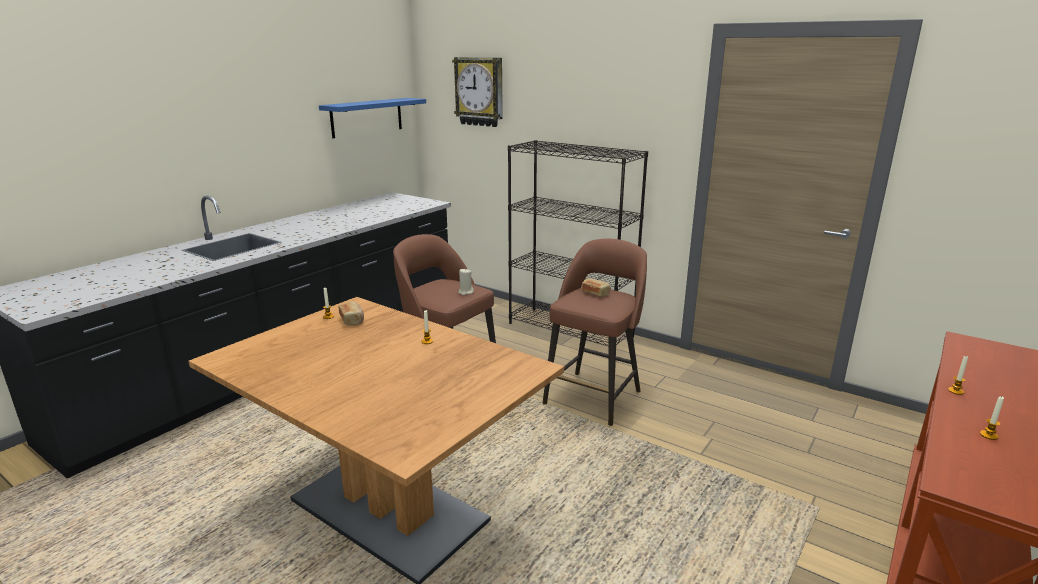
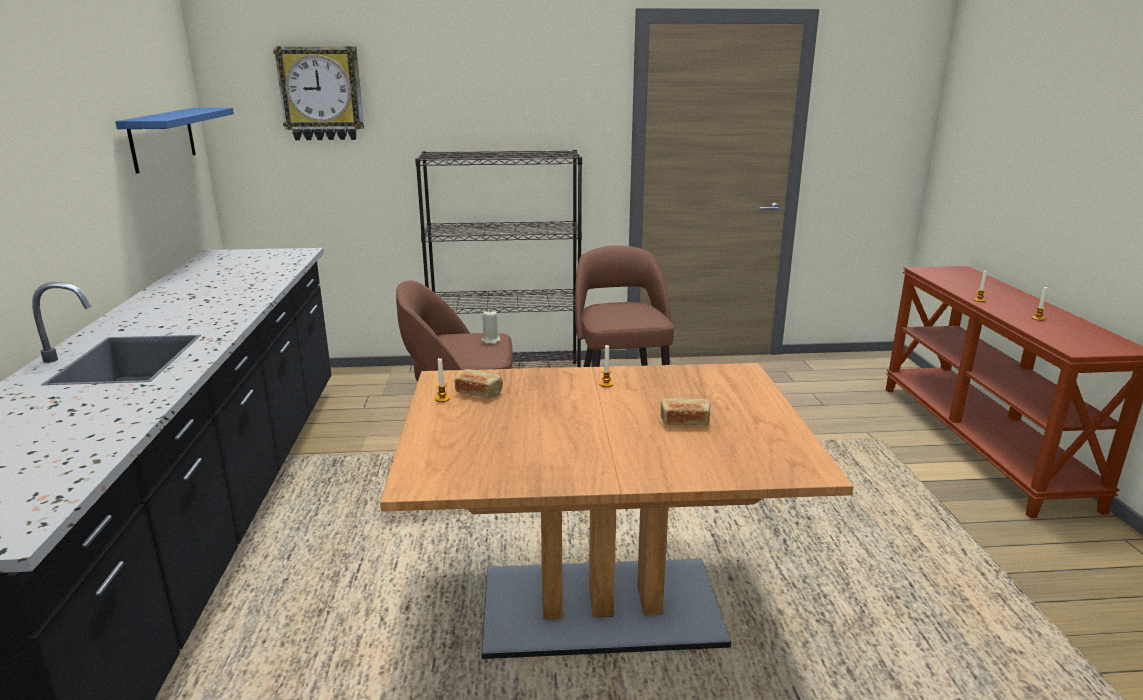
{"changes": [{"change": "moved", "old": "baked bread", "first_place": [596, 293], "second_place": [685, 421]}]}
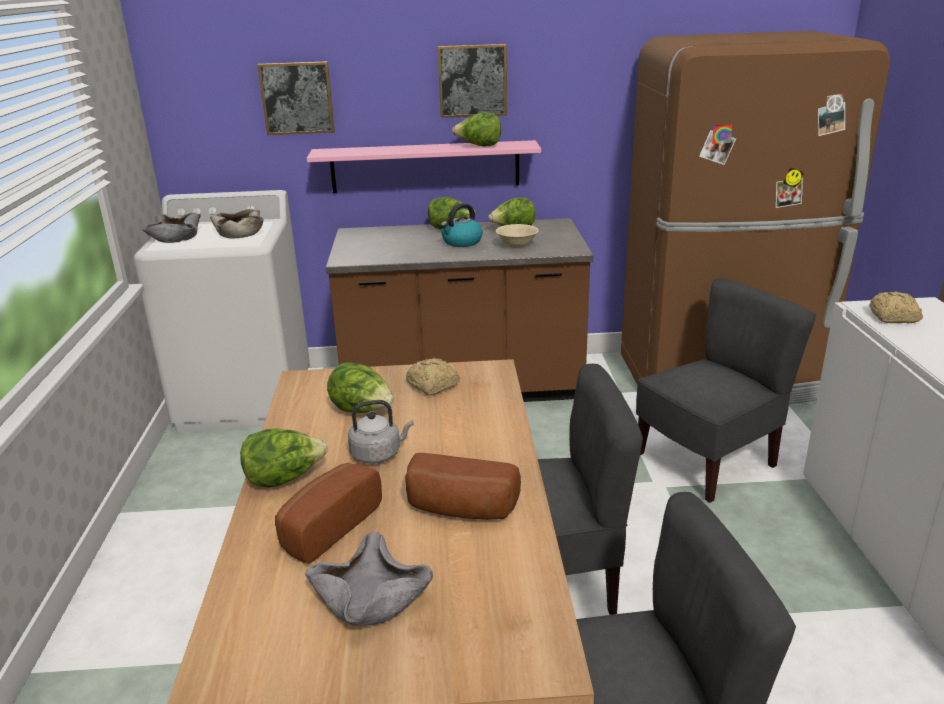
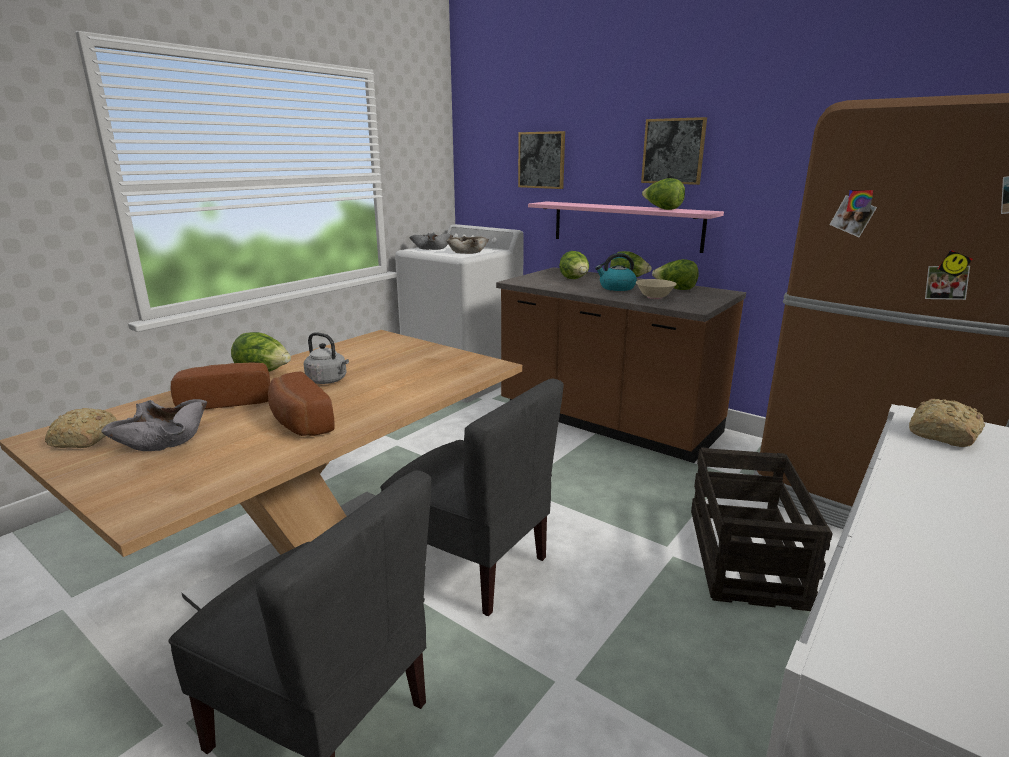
{"changes": [{"change": "moved", "old": "lettuce head", "first_place": [362, 411], "second_place": [574, 280]}, {"change": "moved", "old": "baked bread", "first_place": [433, 386], "second_place": [83, 440]}, {"change": "replaced", "old": "chair (grey)", "new": "packing crate", "first_place": [707, 462], "second_place": [746, 557]}]}
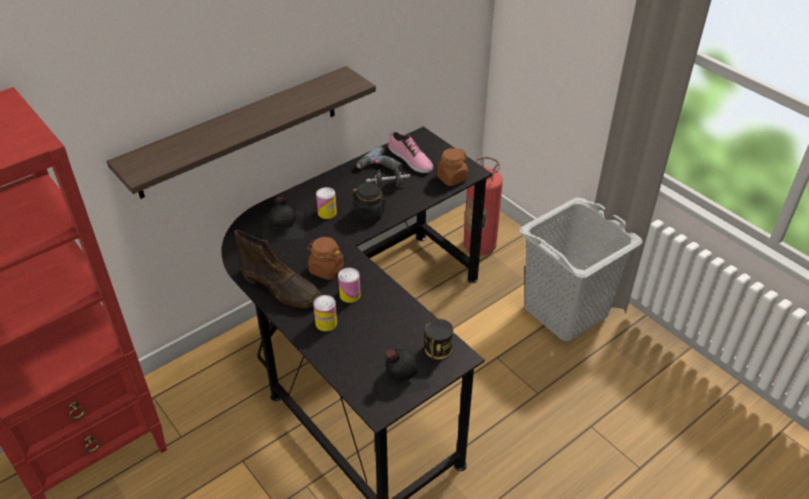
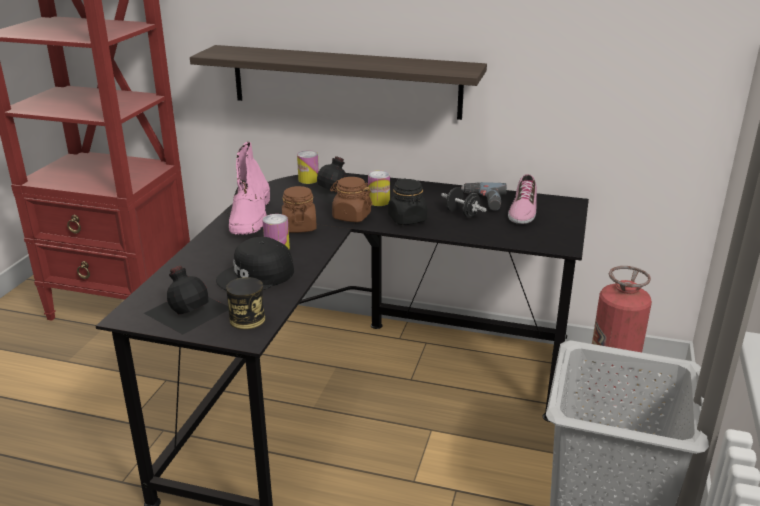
{"changes": [{"change": "added", "new": "cap (black-coloured)", "second_place": [257, 276]}, {"change": "moved", "old": "sealed can", "first_place": [326, 323], "second_place": [308, 180]}, {"change": "moved", "old": "preserve jar (brown)", "first_place": [451, 178], "second_place": [351, 216]}, {"change": "recoloured", "old": "boot (brown)", "new": "boot (pinkish)", "first_place": [281, 288], "second_place": [250, 217]}]}
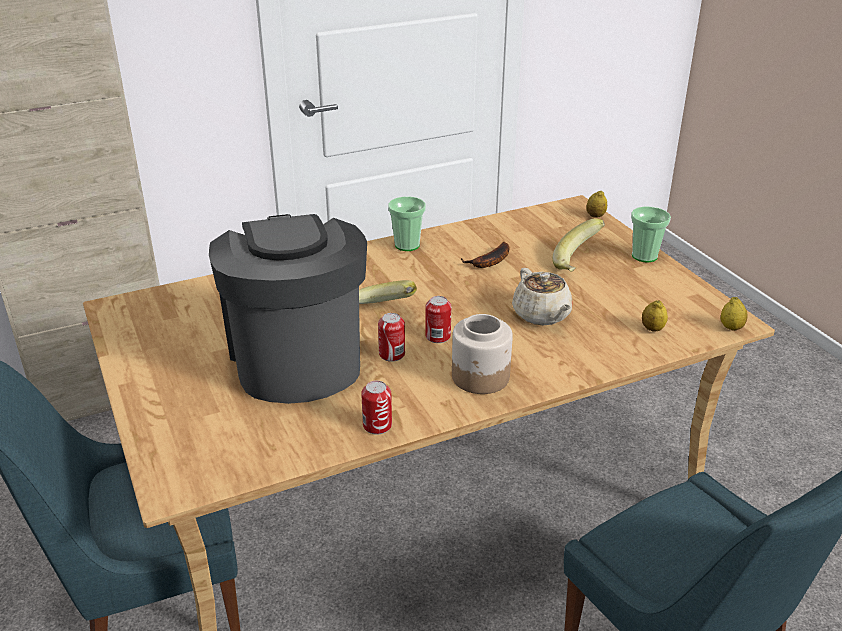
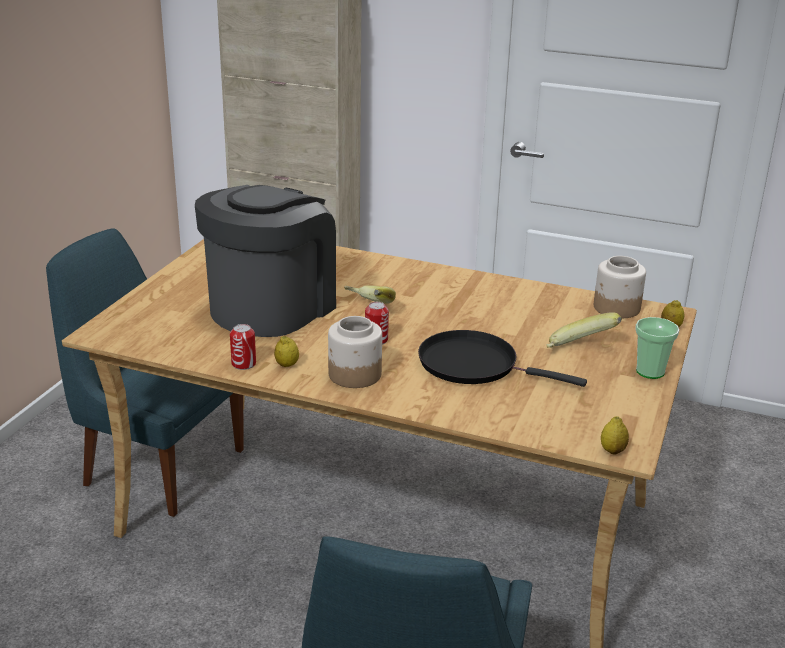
{"changes": [{"change": "removed", "old": "sealed can", "first_place": [392, 354]}, {"change": "removed", "old": "cup", "first_place": [407, 245]}, {"change": "removed", "old": "whole banana", "first_place": [490, 262]}, {"change": "added", "new": "preserve jar", "second_place": [616, 308]}, {"change": "moved", "old": "citrus fruit", "first_place": [652, 329], "second_place": [287, 365]}, {"change": "replaced", "old": "tea pot (sand-coloured)", "new": "frying pan (black-coloured)", "first_place": [542, 315], "second_place": [474, 365]}]}
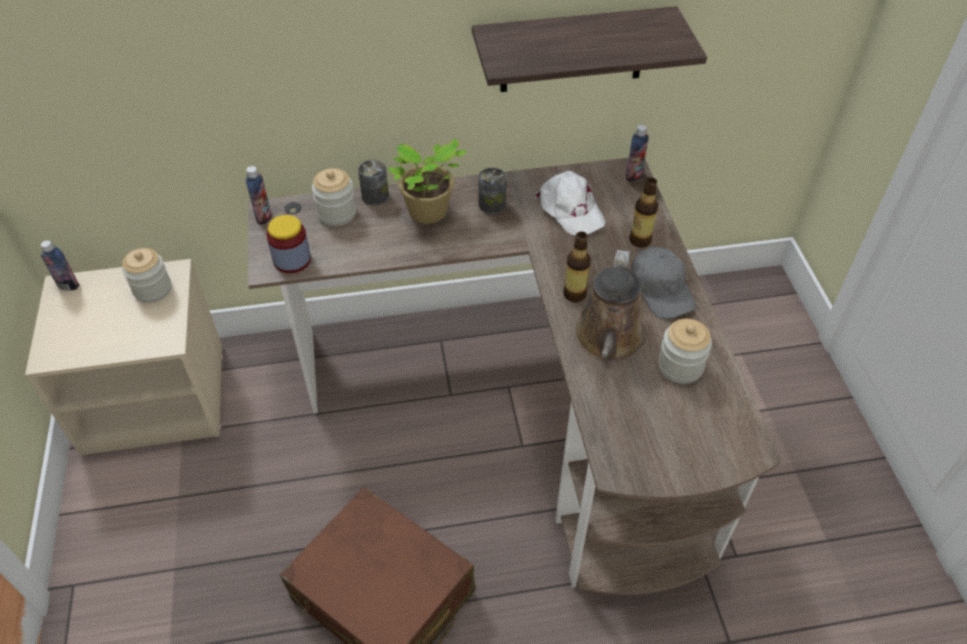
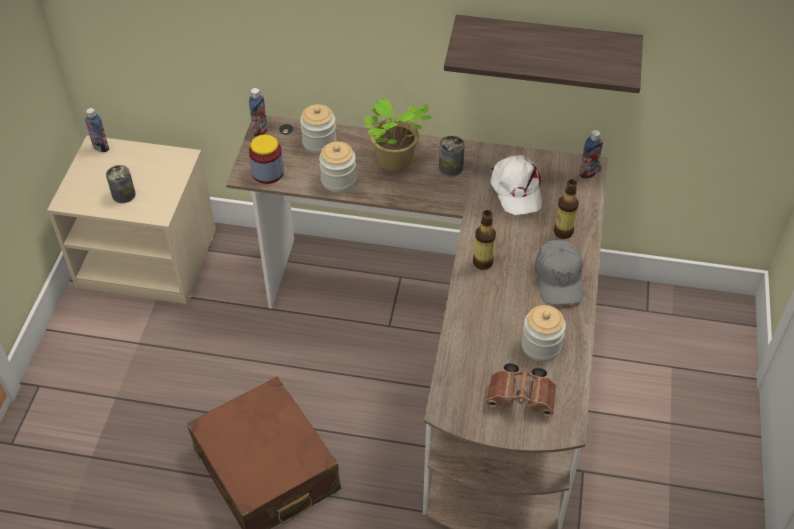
{"changes": [{"change": "removed", "old": "watering can (brown)", "first_place": [608, 340]}, {"change": "added", "new": "binoculars (brown)", "second_place": [523, 398]}, {"change": "moved", "old": "preserve jar", "first_place": [152, 289], "second_place": [338, 180]}, {"change": "moved", "old": "sealed can", "first_place": [375, 196], "second_place": [123, 195]}]}
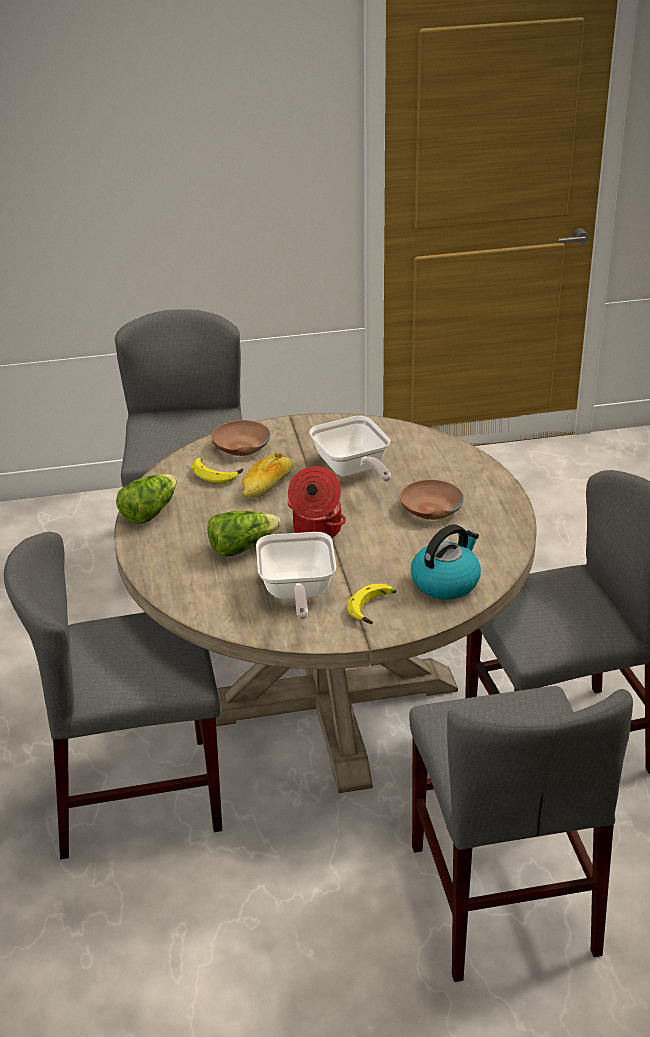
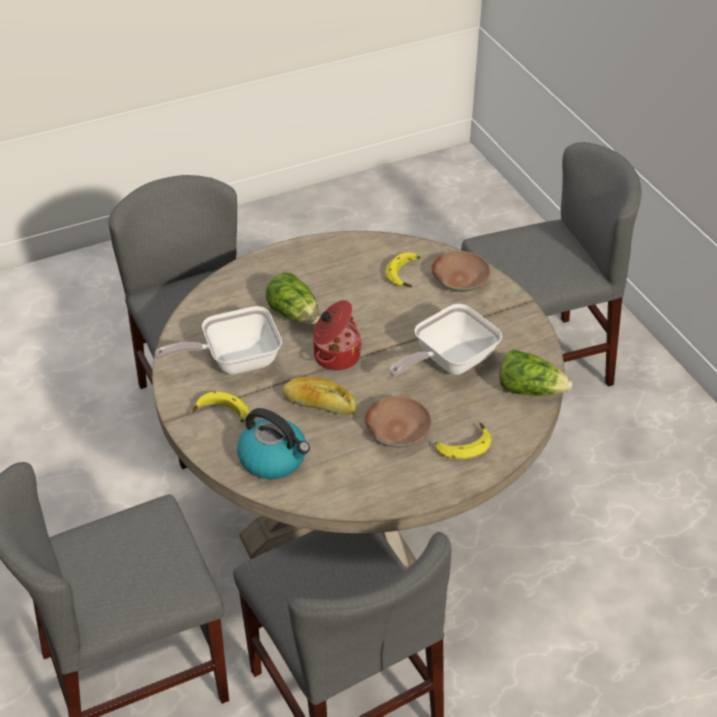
{"changes": [{"change": "added", "new": "whole banana", "second_place": [462, 444]}, {"change": "moved", "old": "lettuce head", "first_place": [149, 512], "second_place": [529, 389]}, {"change": "moved", "old": "baked bread", "first_place": [268, 485], "second_place": [319, 404]}]}
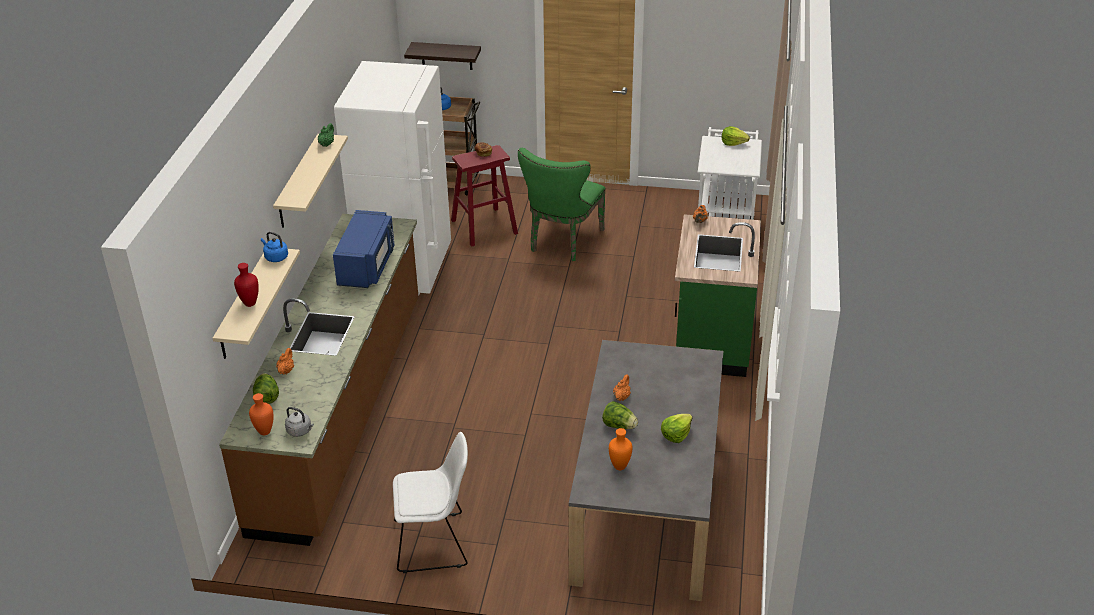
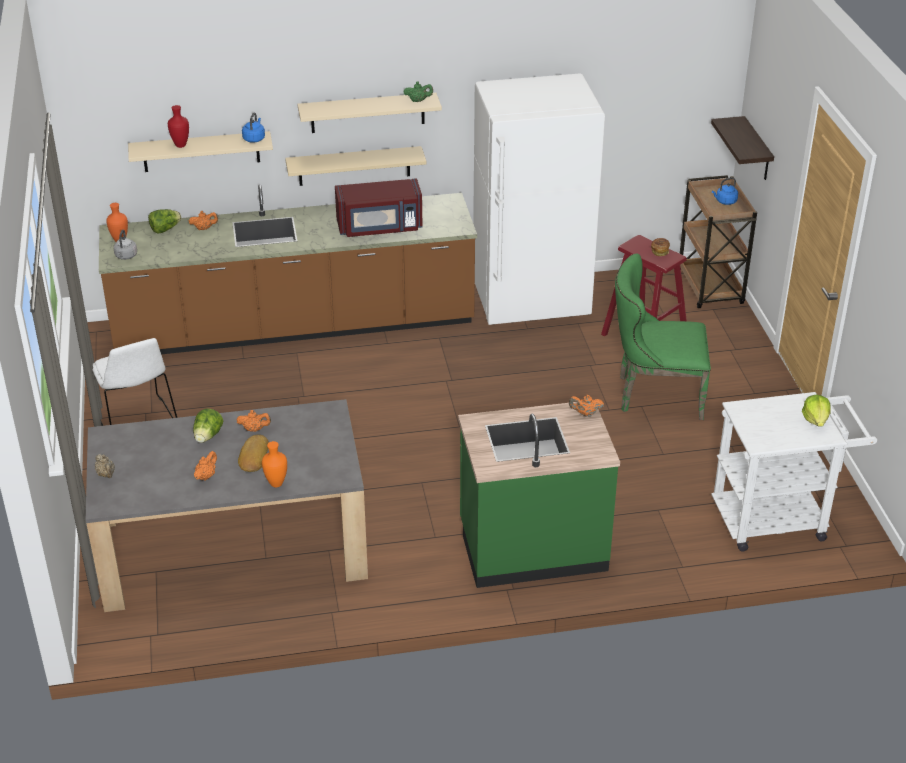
{"changes": [{"change": "added", "new": "tea pot (sand-coloured)", "second_place": [106, 475]}, {"change": "added", "new": "baked bread", "second_place": [253, 457]}, {"change": "added", "new": "bracket shelf (sand-coloured)", "second_place": [354, 166]}, {"change": "moved", "old": "vase (orange)", "first_place": [620, 467], "second_place": [275, 484]}, {"change": "replaced", "old": "lettuce head", "new": "tea pot (orange)", "first_place": [676, 434], "second_place": [206, 476]}, {"change": "recoloured", "old": "microwave oven (bluish)", "new": "microwave oven (red-coloured)", "first_place": [367, 266], "second_place": [380, 227]}]}
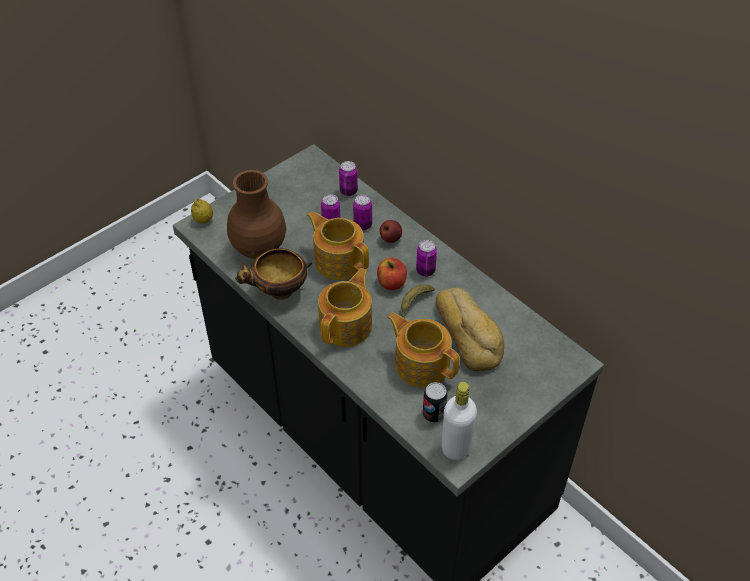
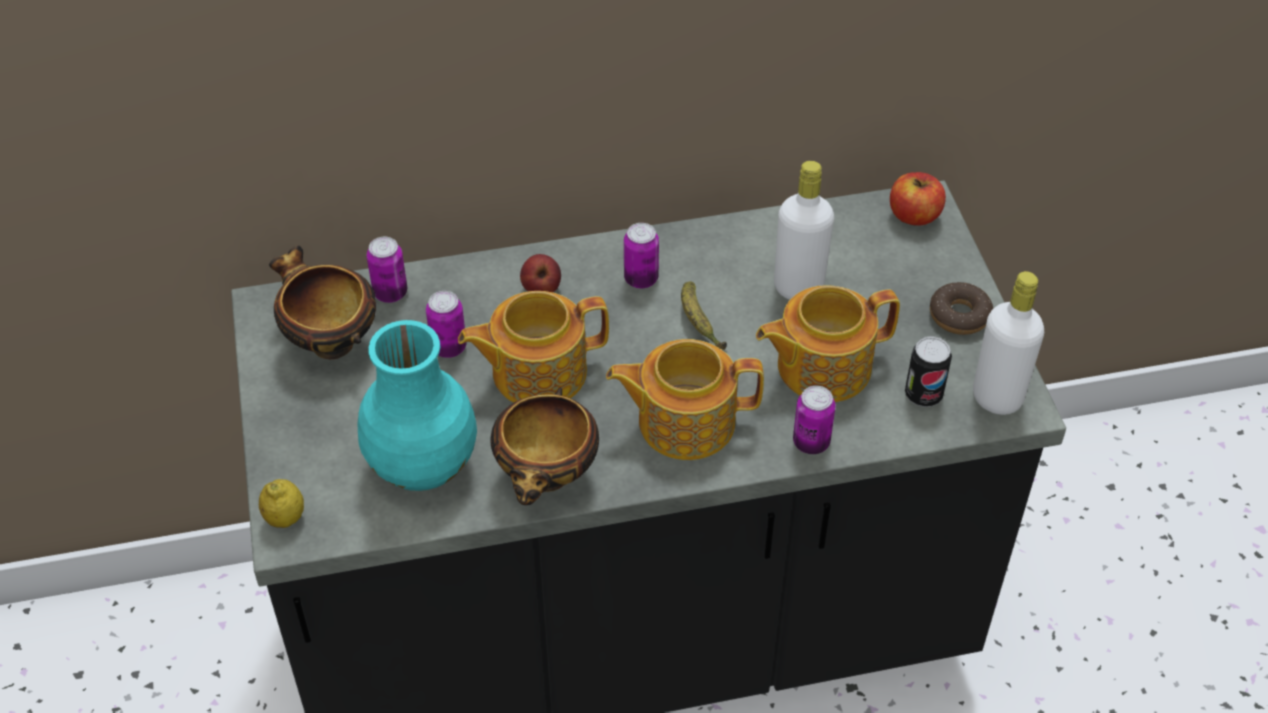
{"changes": [{"change": "added", "new": "deep dish", "second_place": [329, 342]}, {"change": "added", "new": "ring doughnut", "second_place": [959, 315]}, {"change": "moved", "old": "sealed can", "first_place": [362, 225], "second_place": [811, 442]}, {"change": "moved", "old": "whole apple", "first_place": [391, 283], "second_place": [914, 215]}, {"change": "replaced", "old": "baked bread", "new": "beverage bottle (white-coloured)", "first_place": [469, 333], "second_place": [798, 287]}, {"change": "recoloured", "old": "vase (brown)", "new": "vase (blue-green)", "first_place": [258, 248], "second_place": [422, 466]}, {"change": "turned", "old": "tea pot", "first_place": [347, 325], "second_place": [684, 421], "degrees": -60}]}
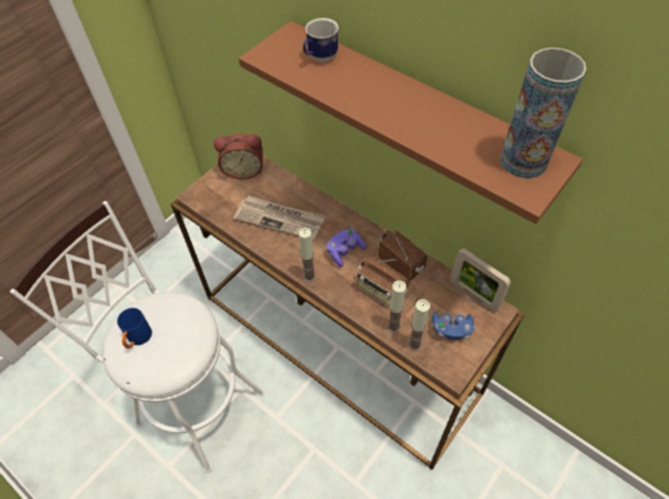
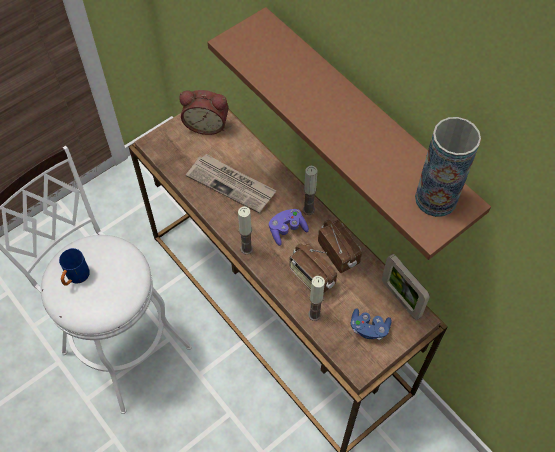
{"changes": [{"change": "removed", "old": "coffee mug", "first_place": [319, 58]}, {"change": "moved", "old": "wax candle", "first_place": [414, 344], "second_place": [308, 209]}]}
